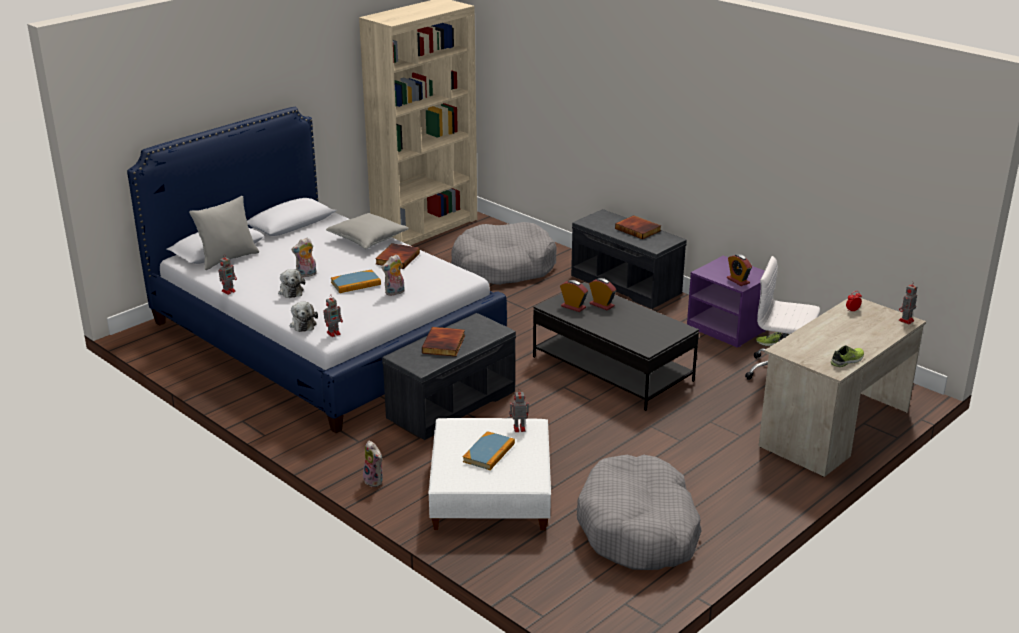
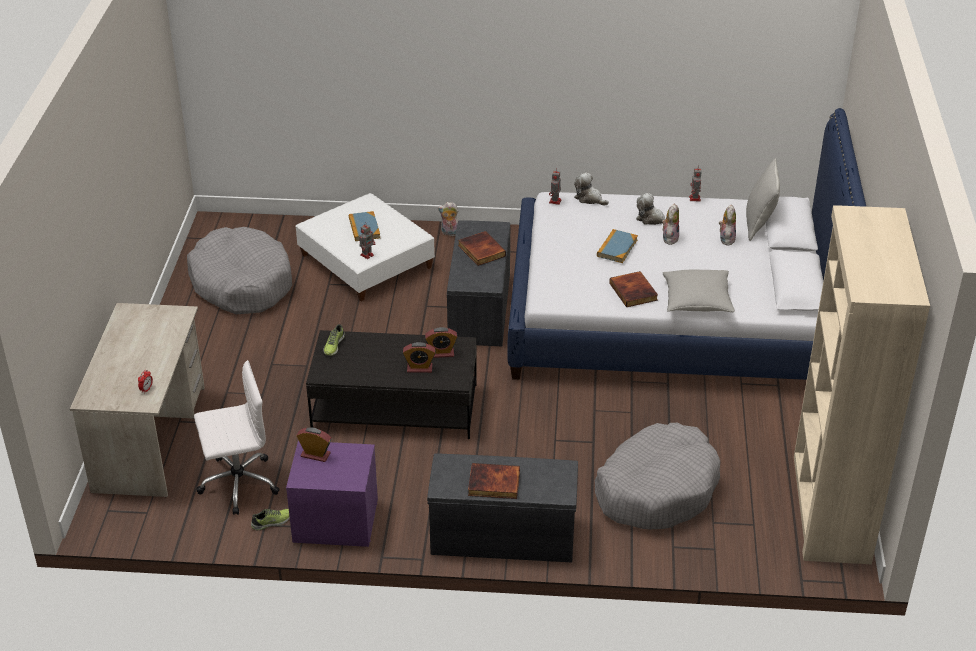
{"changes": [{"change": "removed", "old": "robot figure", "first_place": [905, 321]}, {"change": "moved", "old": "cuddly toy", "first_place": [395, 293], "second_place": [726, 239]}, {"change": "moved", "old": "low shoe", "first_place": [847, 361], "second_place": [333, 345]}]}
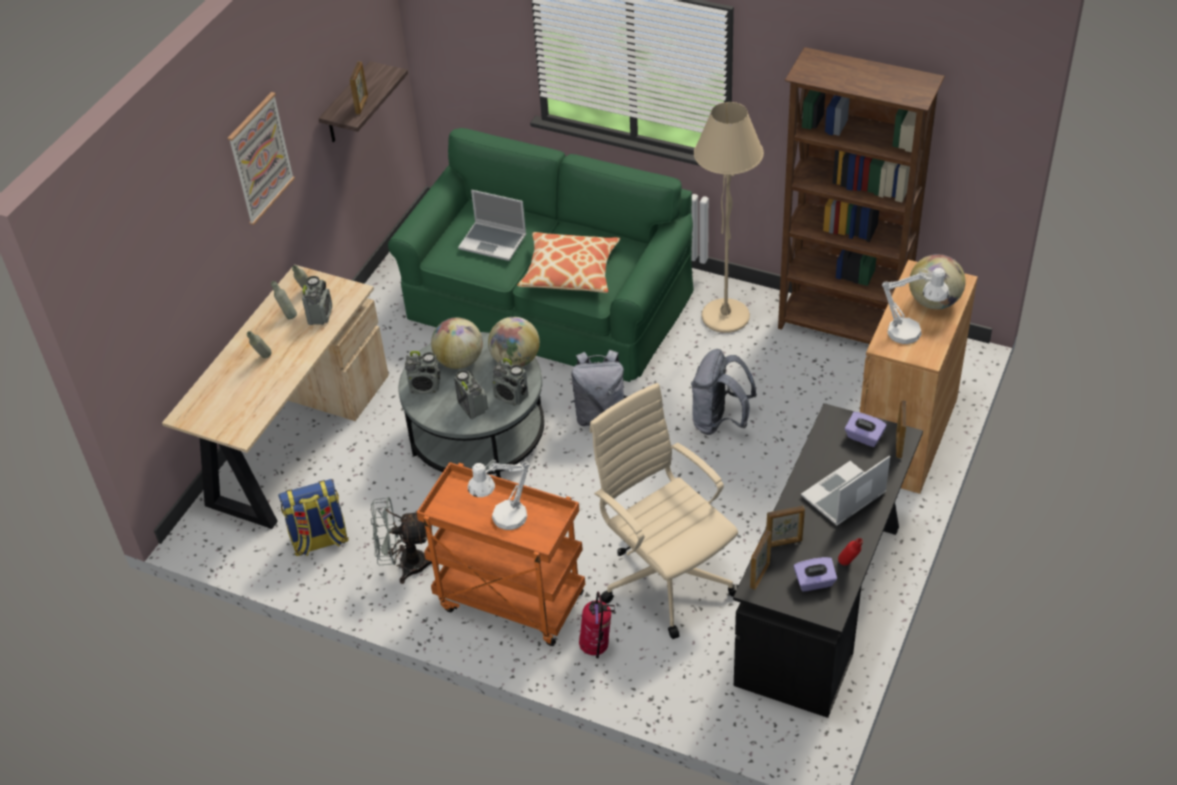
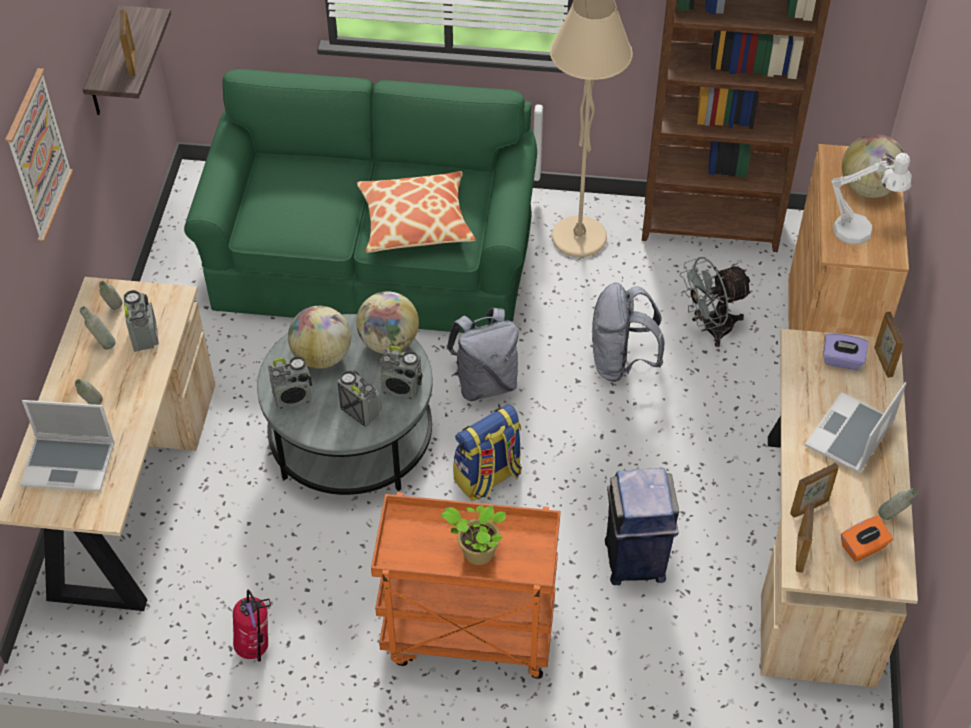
{"changes": [{"change": "moved", "old": "knapsack", "first_place": [319, 541], "second_place": [488, 478]}, {"change": "moved", "old": "cooling fan (grey)", "first_place": [405, 565], "second_place": [710, 328]}, {"change": "moved", "old": "portable computer", "first_place": [494, 242], "second_place": [70, 464]}, {"change": "moved", "old": "extinguisher", "first_place": [597, 648], "second_place": [255, 648]}, {"change": "replaced", "old": "tabletop lamp (white-coloured)", "new": "houseplant", "first_place": [503, 520], "second_place": [476, 553]}, {"change": "replaced", "old": "desk chair (sand-coloured)", "new": "trash can (bluish)", "first_place": [666, 576], "second_place": [634, 562]}, {"change": "recoloured", "old": "desk unit (black-coloured)", "new": "desk unit (sand-coloured)", "first_place": [824, 600], "second_place": [817, 549]}, {"change": "recoloured", "old": "tissue box (purplish)", "new": "tissue box (orange)", "first_place": [814, 582], "second_place": [863, 547]}, {"change": "recoloured", "old": "beverage bottle (red-coloured)", "new": "beverage bottle (grey)", "first_place": [849, 565], "second_place": [891, 518]}]}
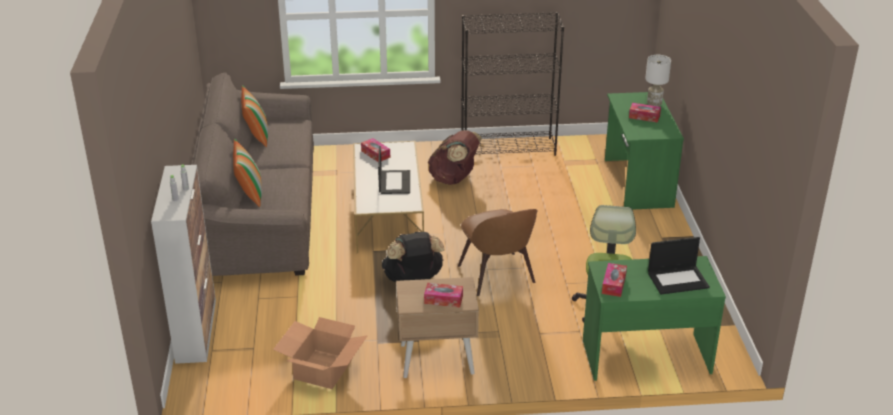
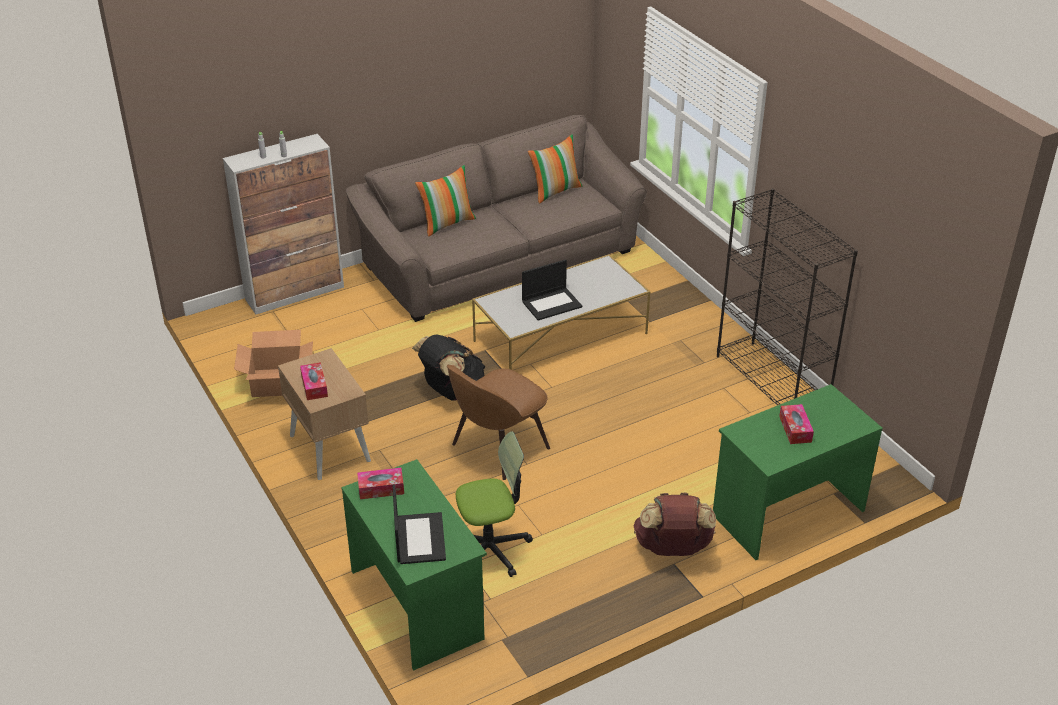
{"changes": [{"change": "removed", "old": "tissue box", "first_place": [375, 154]}, {"change": "removed", "old": "tabletop lamp (white-coloured)", "first_place": [654, 104]}, {"change": "moved", "old": "knapsack (brown)", "first_place": [454, 179], "second_place": [672, 549]}, {"change": "turned", "old": "portable computer", "first_place": [678, 280], "second_place": [419, 538], "degrees": -150}]}
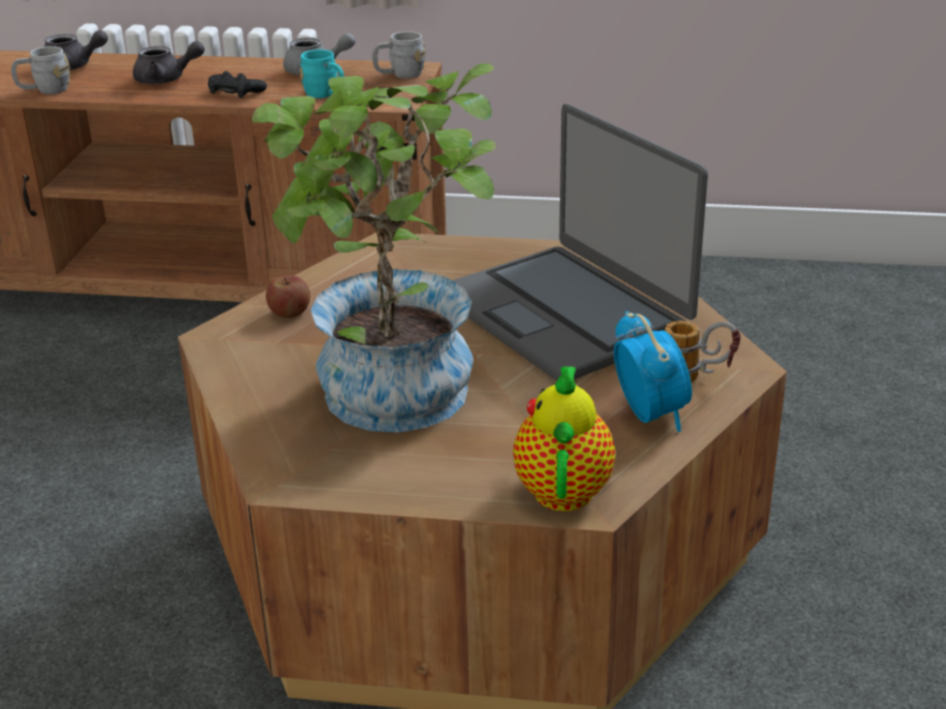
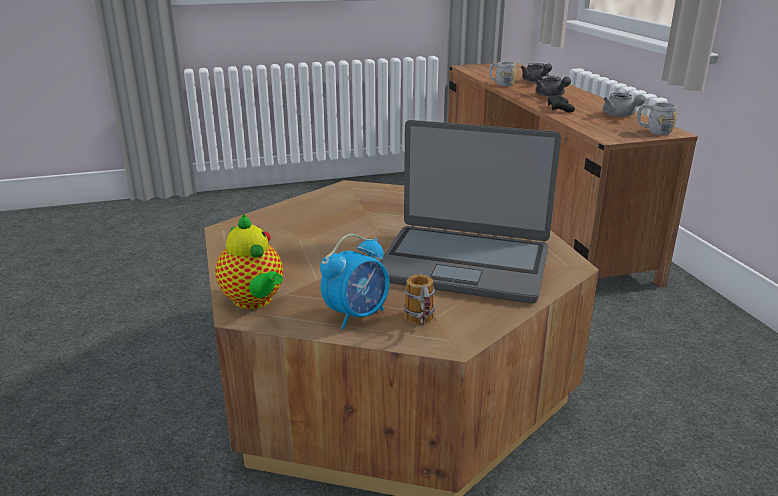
{"changes": [{"change": "removed", "old": "houseplant", "first_place": [391, 405]}, {"change": "removed", "old": "whole apple", "first_place": [289, 312]}, {"change": "removed", "old": "coffee mug (blue-green)", "first_place": [326, 95]}, {"change": "turned", "old": "portable computer", "first_place": [565, 314], "second_place": [464, 264], "degrees": -105}, {"change": "turned", "old": "tea pot", "first_place": [563, 487], "second_place": [254, 301], "degrees": 75}]}
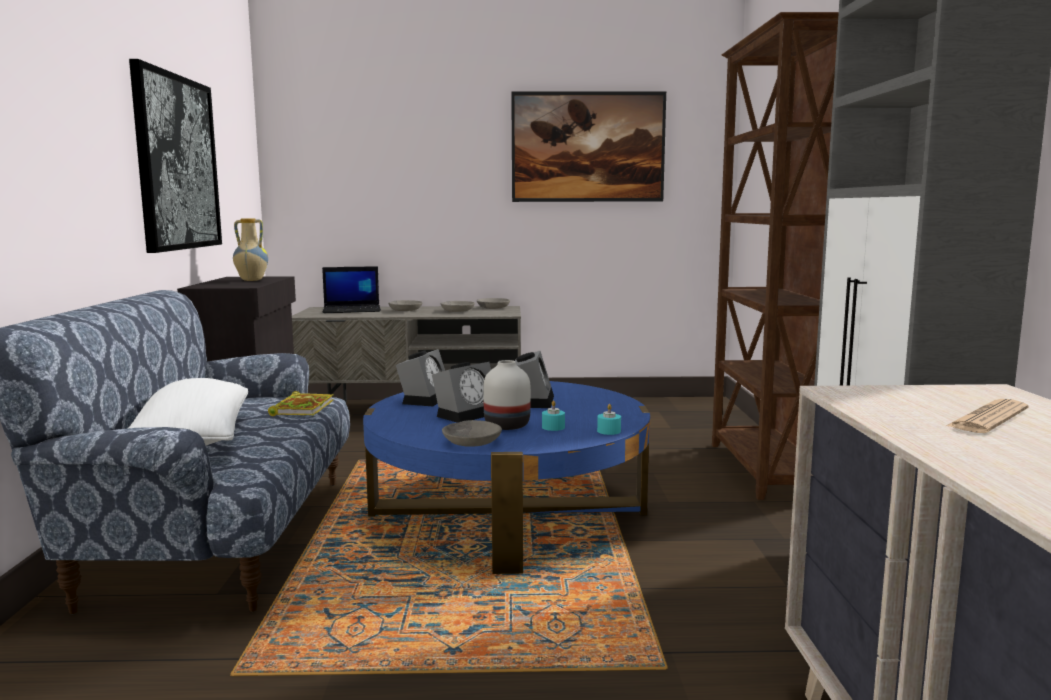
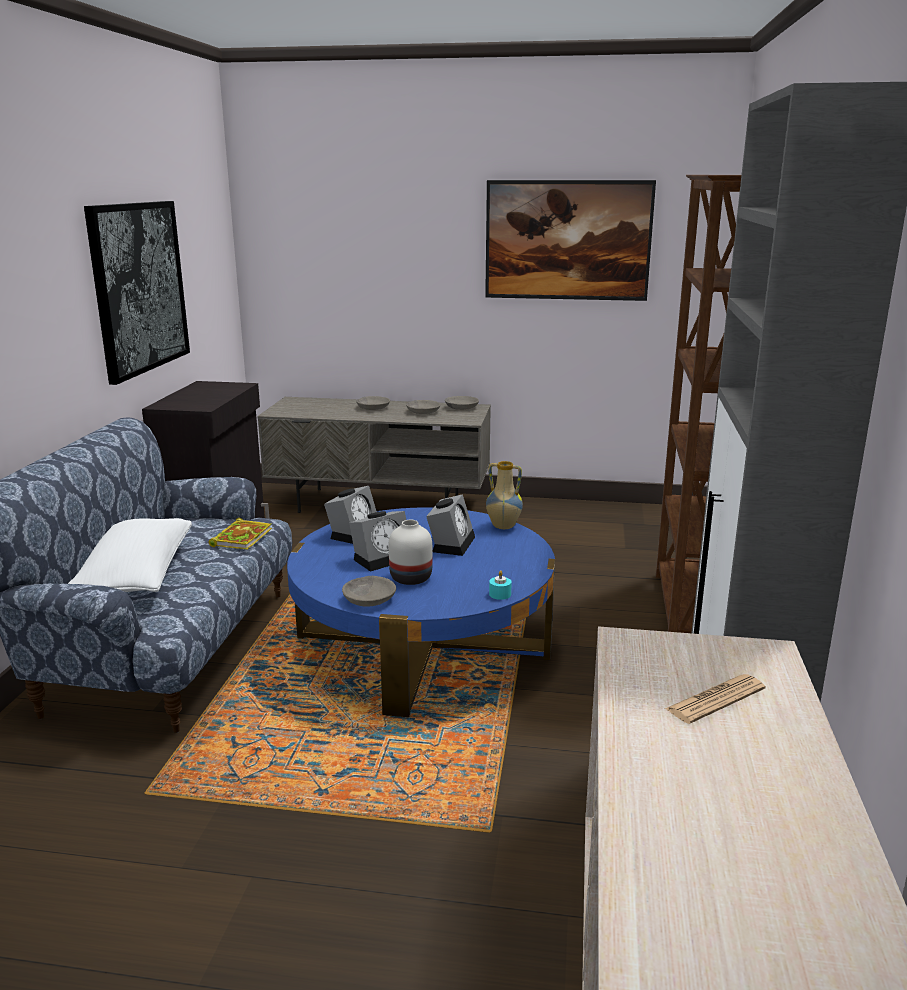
{"changes": [{"change": "removed", "old": "portable computer", "first_place": [352, 310]}, {"change": "removed", "old": "wax candle (blue-green)", "first_place": [553, 427]}, {"change": "moved", "old": "vase", "first_place": [251, 280], "second_place": [503, 527]}]}
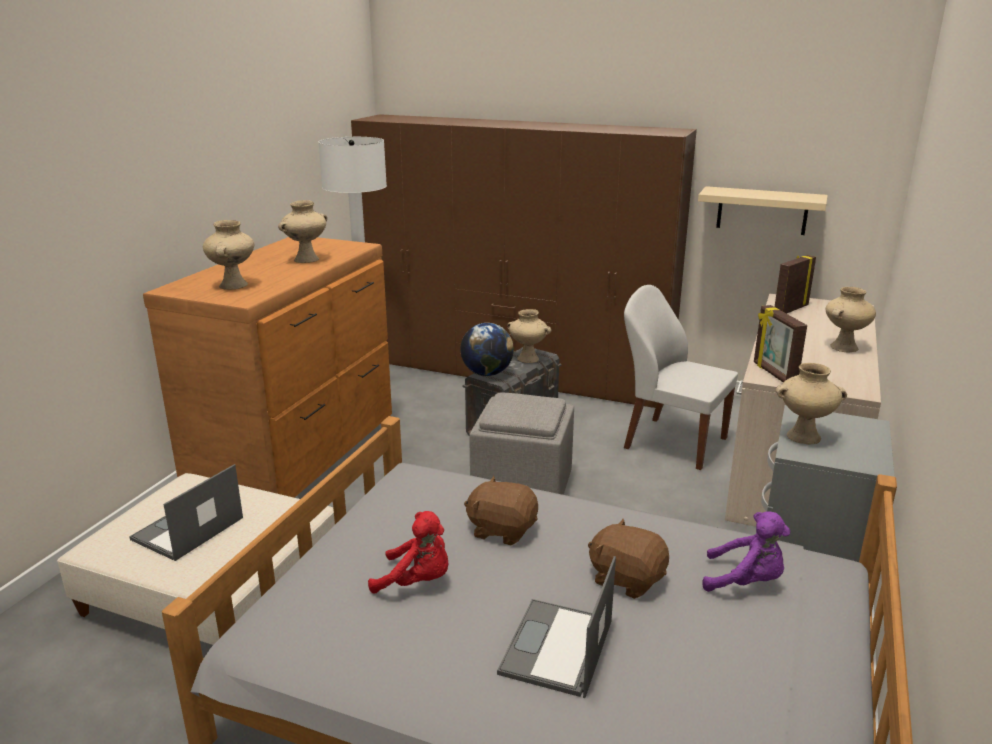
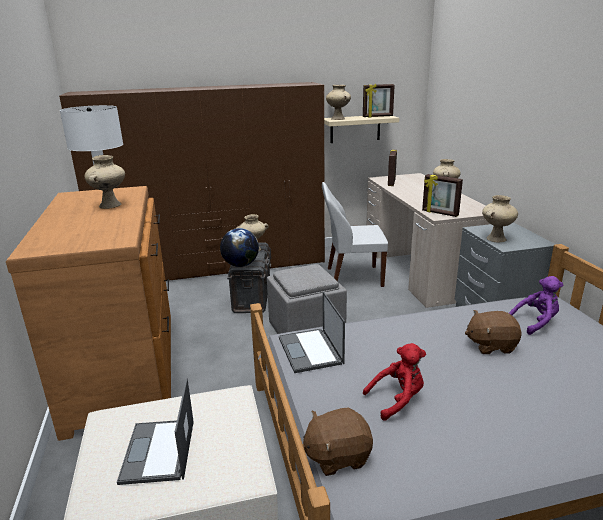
{"changes": [{"change": "added", "new": "picture frame", "second_place": [377, 116]}, {"change": "moved", "old": "vase (sand-coloured)", "first_place": [234, 285], "second_place": [338, 119]}, {"change": "moved", "old": "cuddly toy (brown)", "first_place": [502, 530], "second_place": [337, 456]}, {"change": "moved", "old": "portable computer", "first_place": [557, 648], "second_place": [311, 351]}]}
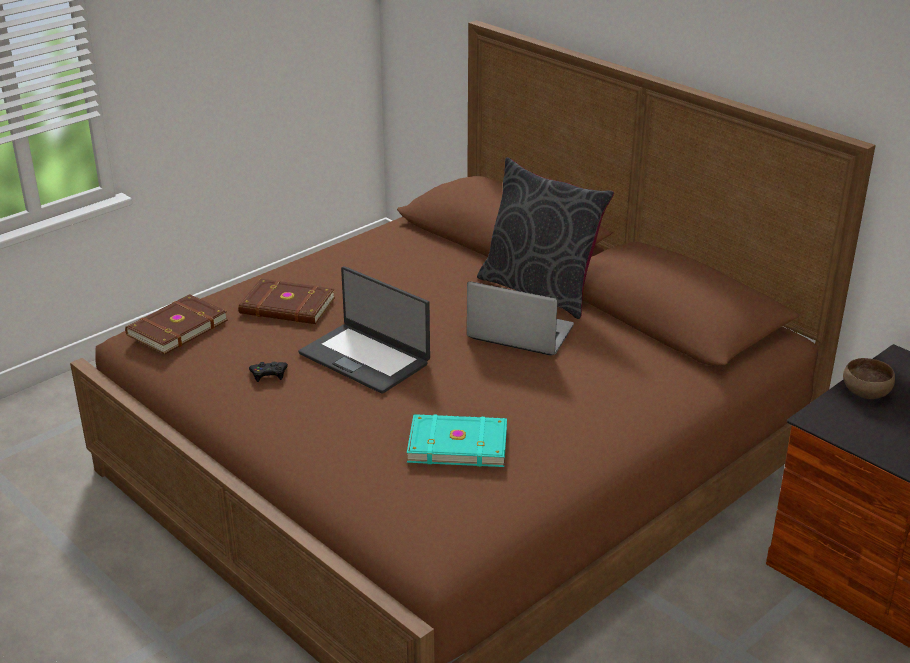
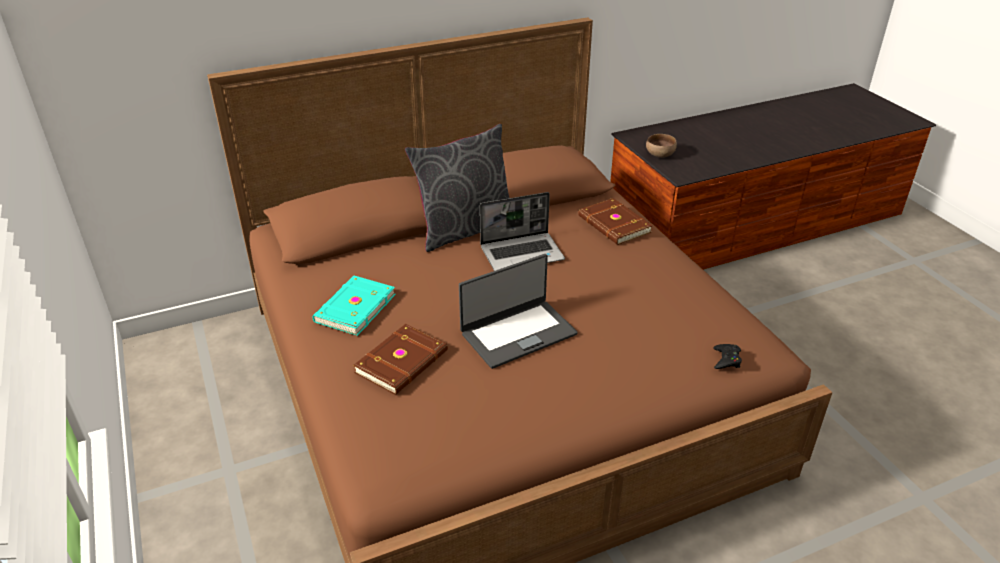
{"changes": [{"change": "moved", "old": "volume (brown)", "first_place": [176, 327], "second_place": [613, 225]}, {"change": "moved", "old": "game controller (black-coloured)", "first_place": [269, 374], "second_place": [726, 359]}, {"change": "moved", "old": "volume (blue-green)", "first_place": [457, 443], "second_place": [353, 308]}, {"change": "turned", "old": "portable computer", "first_place": [518, 333], "second_place": [522, 253], "degrees": -150}]}
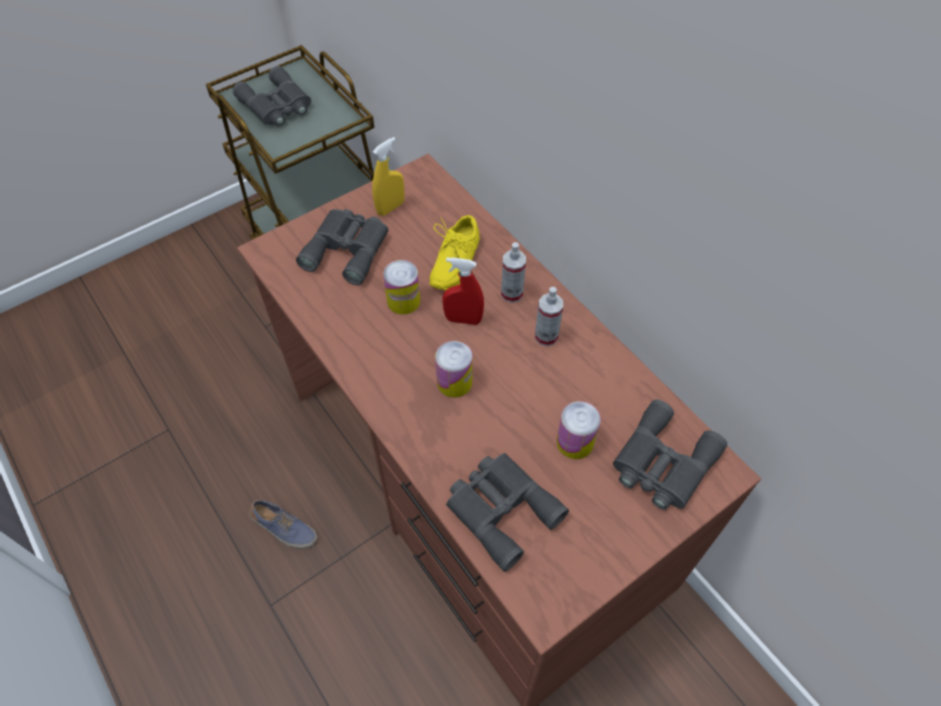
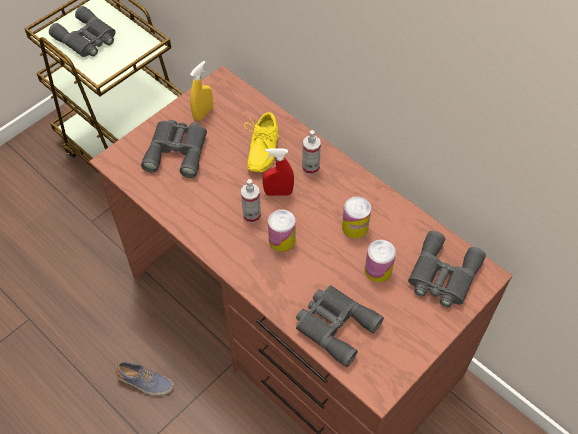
{"changes": [{"change": "moved", "old": "sealed can", "first_place": [403, 301], "second_place": [355, 227]}, {"change": "moved", "old": "sprayer", "first_place": [546, 336], "second_place": [251, 215]}]}
